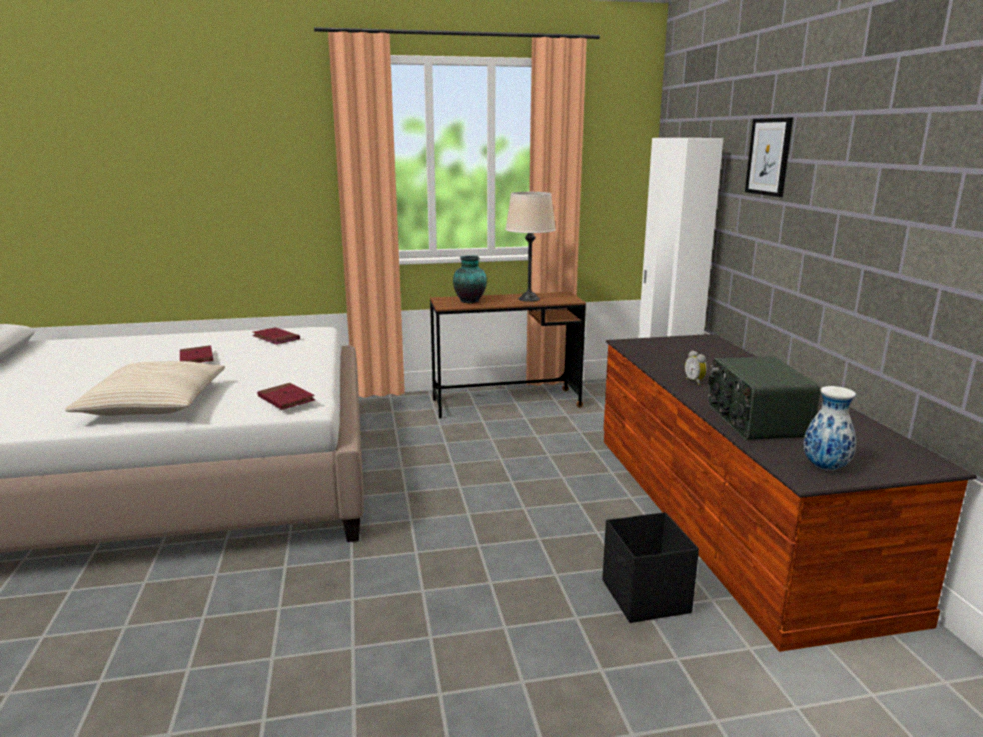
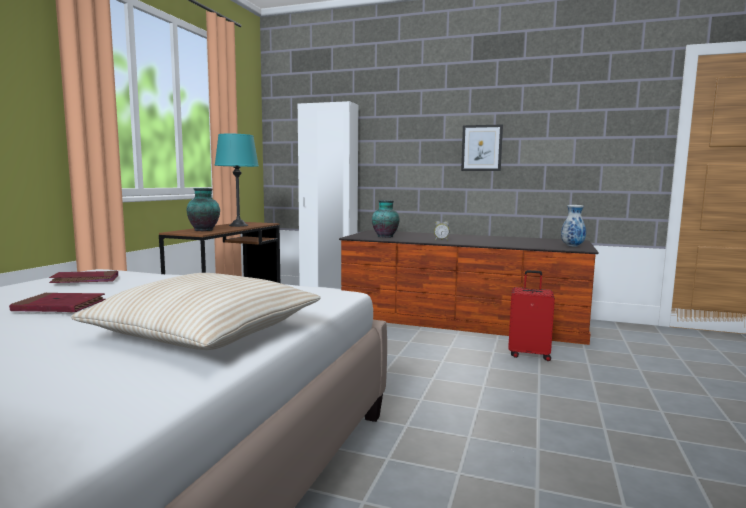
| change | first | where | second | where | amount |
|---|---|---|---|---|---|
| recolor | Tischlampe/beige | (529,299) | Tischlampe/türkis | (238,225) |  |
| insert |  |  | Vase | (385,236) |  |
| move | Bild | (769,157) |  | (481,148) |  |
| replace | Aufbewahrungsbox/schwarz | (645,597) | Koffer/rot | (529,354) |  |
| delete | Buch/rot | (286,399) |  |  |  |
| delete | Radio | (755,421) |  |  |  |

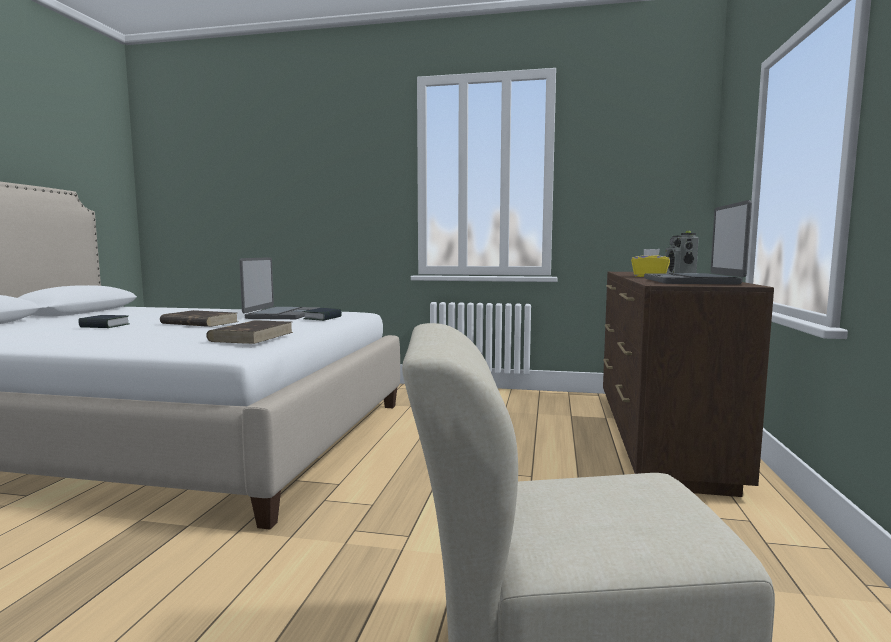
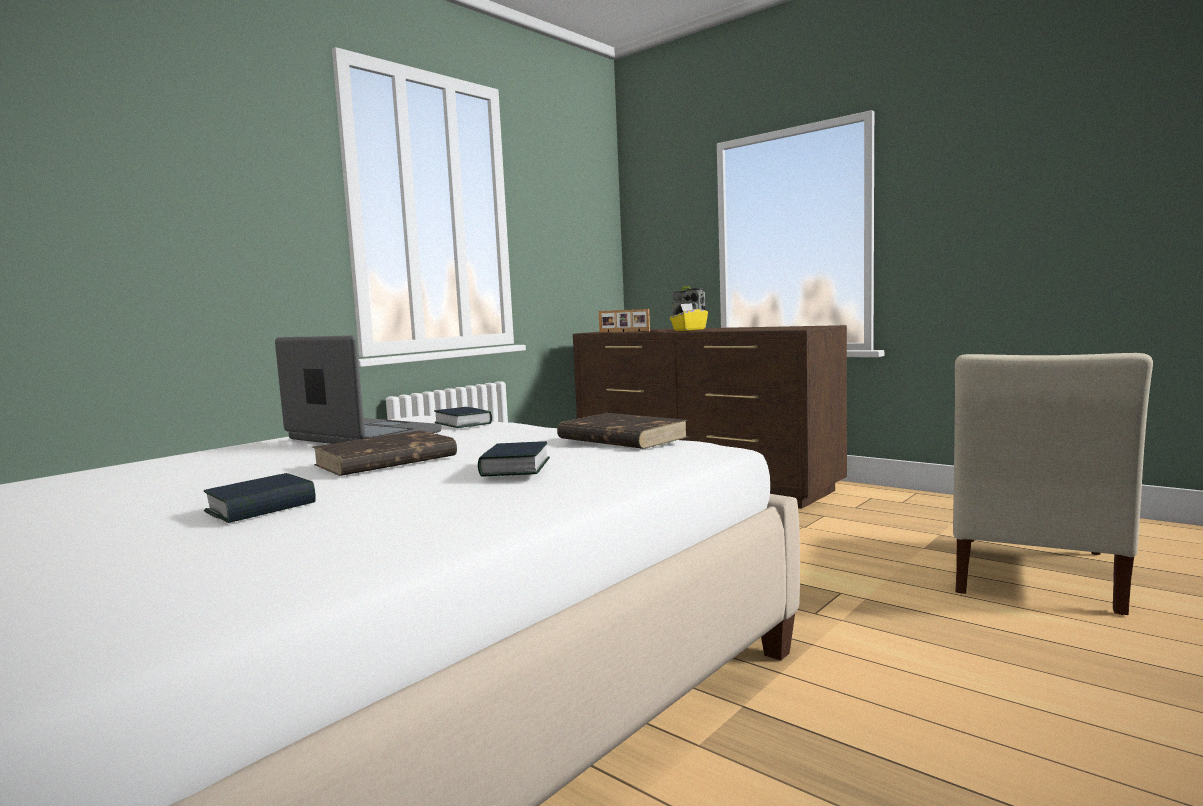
| change | first | where | second | where | amount |
|---|---|---|---|---|---|
| insert |  |  | Buch | (515,468) |  |
| insert |  |  | Bilderrahmen | (623,331) |  |
| delete | Laptop | (691,281) |  |  |  |

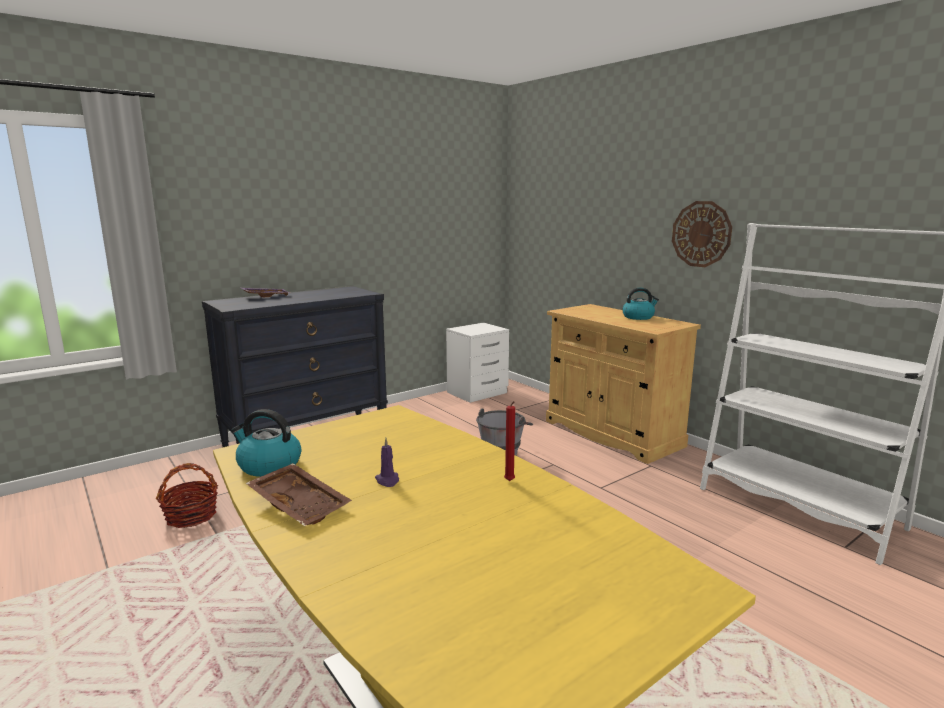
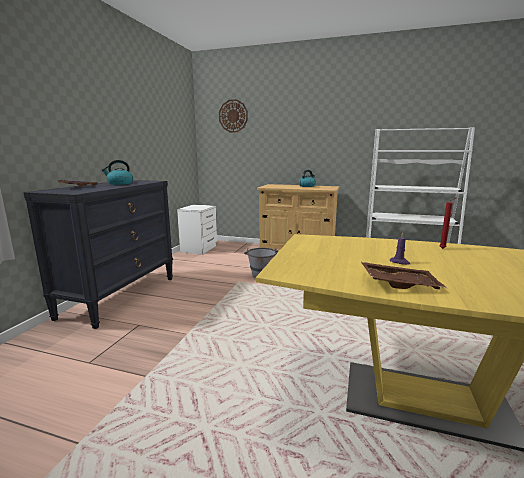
| change | first | where | second | where | amount |
|---|---|---|---|---|---|
| move | Wasserkessel | (268,465) |  | (120,183) |  |
| move | Wanduhr | (701,234) |  | (233,116) |  |
| delete | Korb | (191,516) |  |  |  |

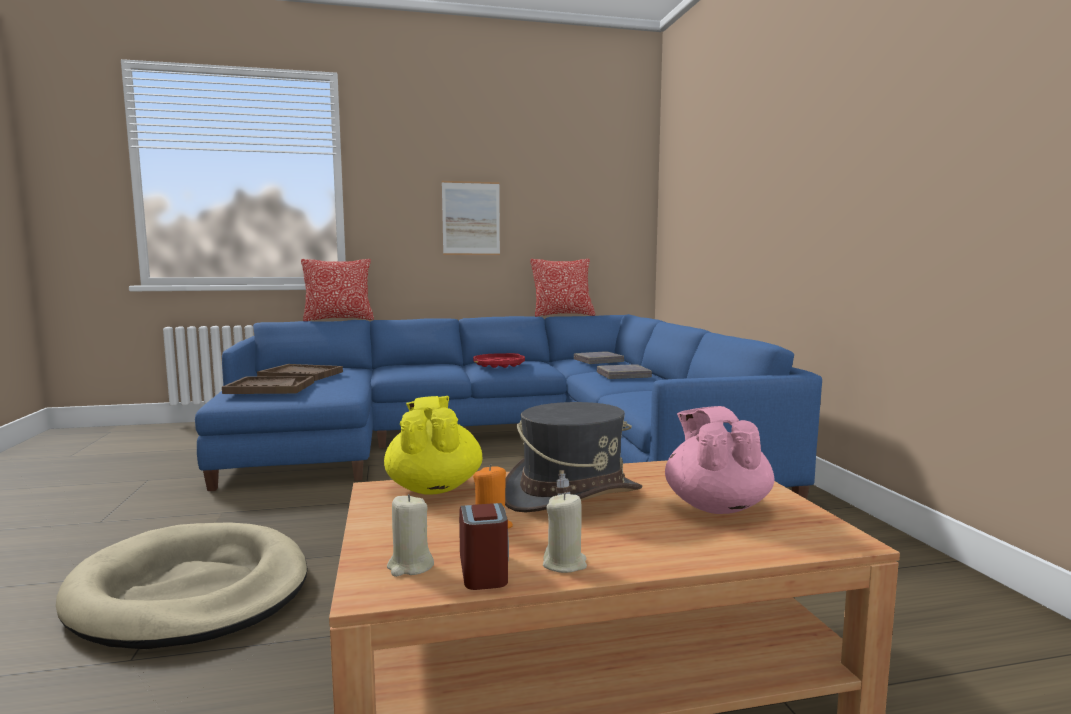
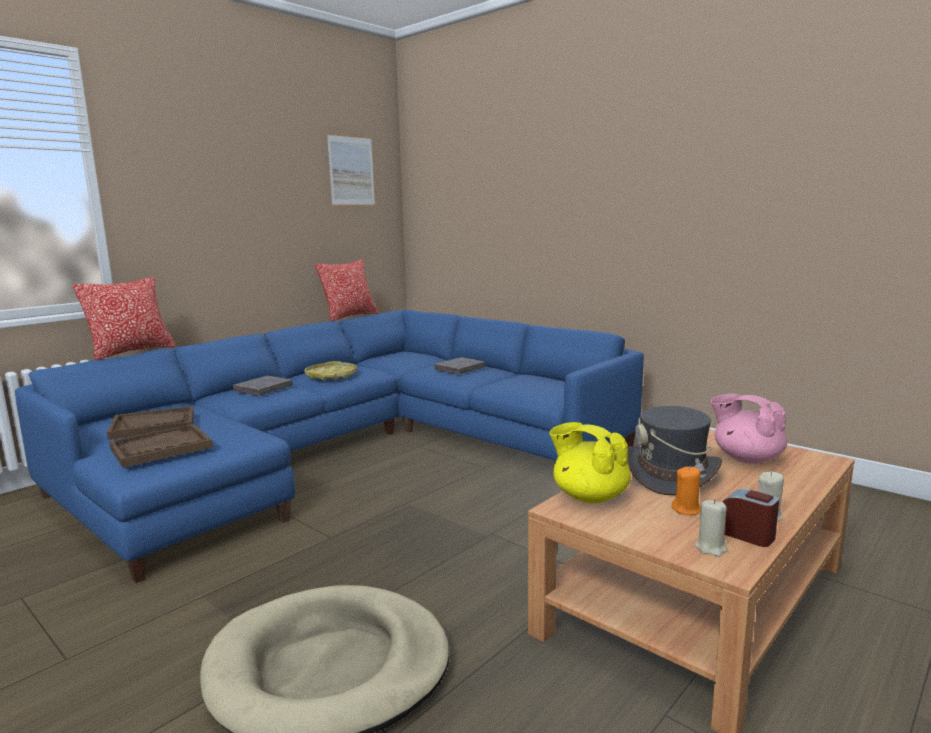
| change | first | where | second | where | amount |
|---|---|---|---|---|---|
| move | Buch/grau | (598,361) |  | (263,389) |  |
| recolor | Tablett/rot | (499,365) | Tablett/gelb | (331,375) |  |
| move | Bild | (471,218) |  | (351,171) |  |

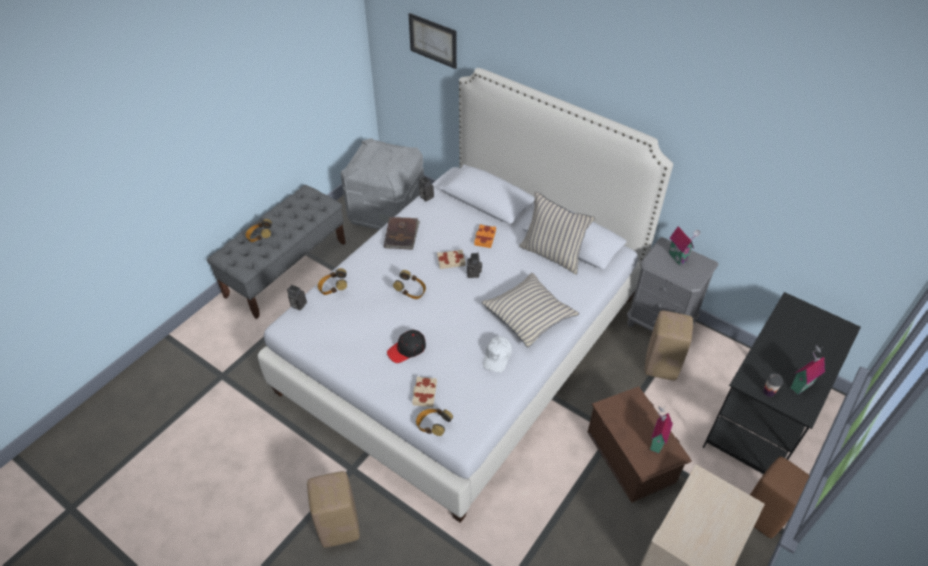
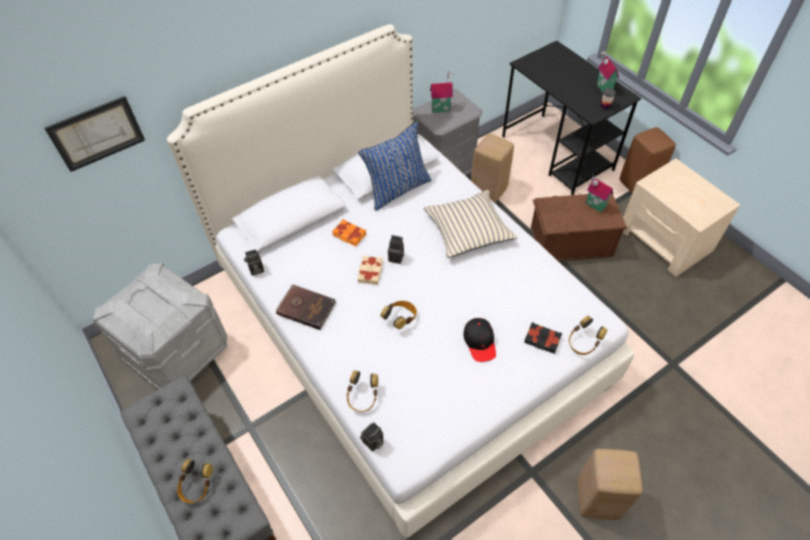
| change | first | where | second | where | amount |
|---|---|---|---|---|---|
| recolor | Kissen/beige | (553,254) | Kissen/blau | (397,189) |  |
| recolor | Buch/beige | (424,393) | Buch/schwarz | (542,340) |  |
| delete | Kappe/weiß | (497,357) |  |  |  |

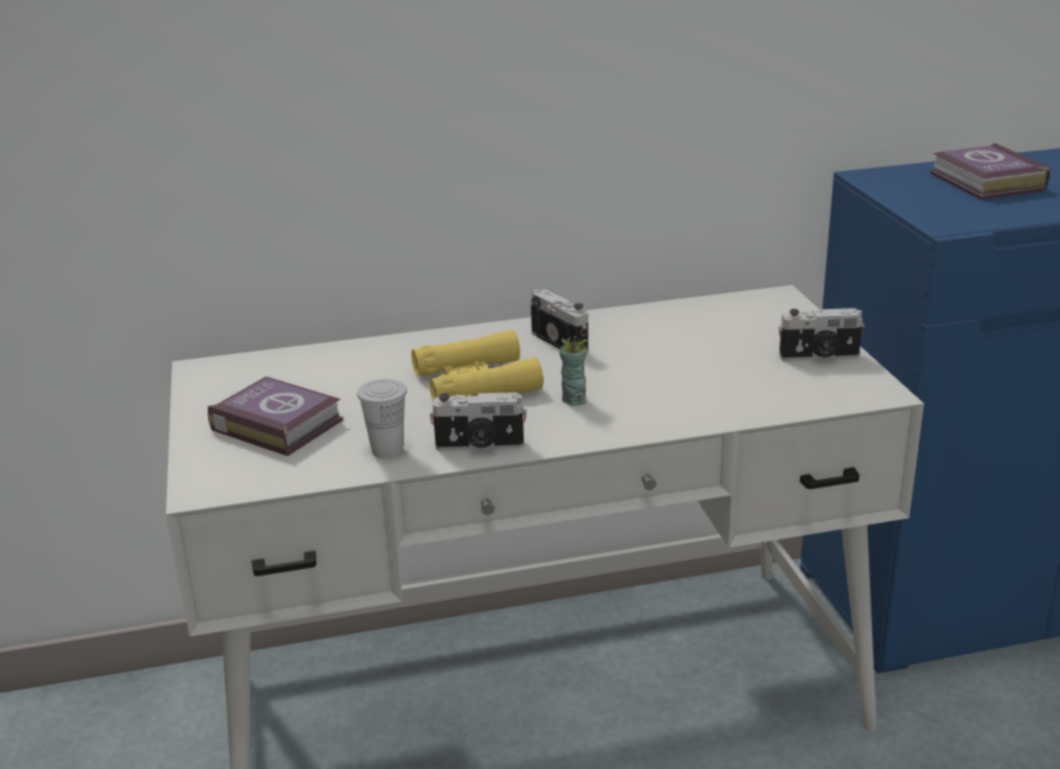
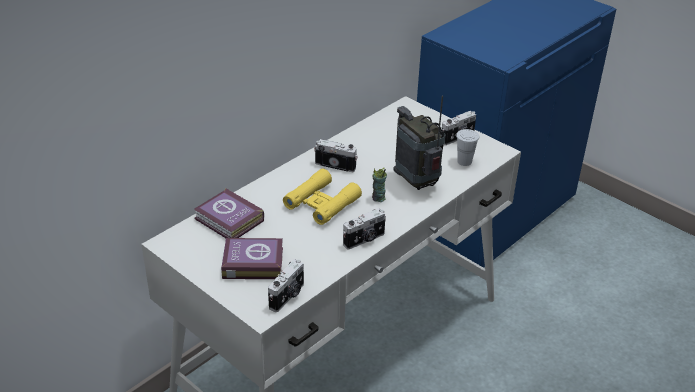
| change | first | where | second | where | amount |
|---|---|---|---|---|---|
| move | Buch | (986,183) |  | (229,221) |  |
| insert |  |  | Kamera | (288,296) |  |
| insert |  |  | Radio | (417,182) |  |
| move | Tasse/weiß | (387,450) |  | (464,161) |  |

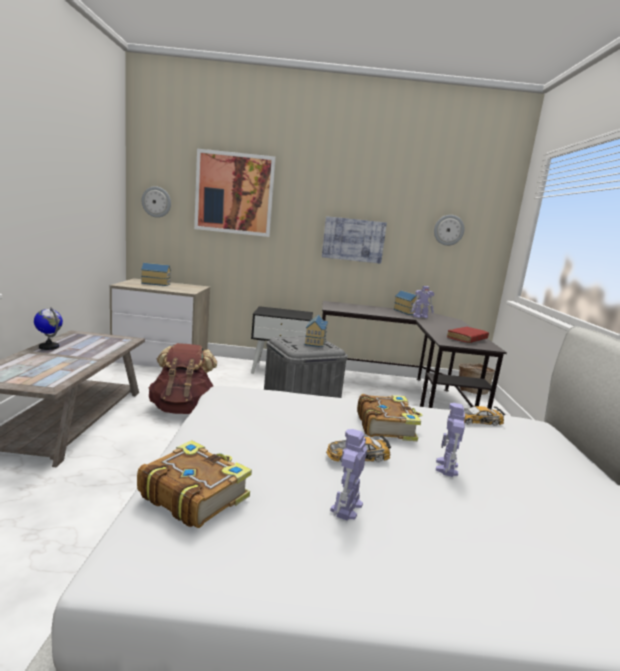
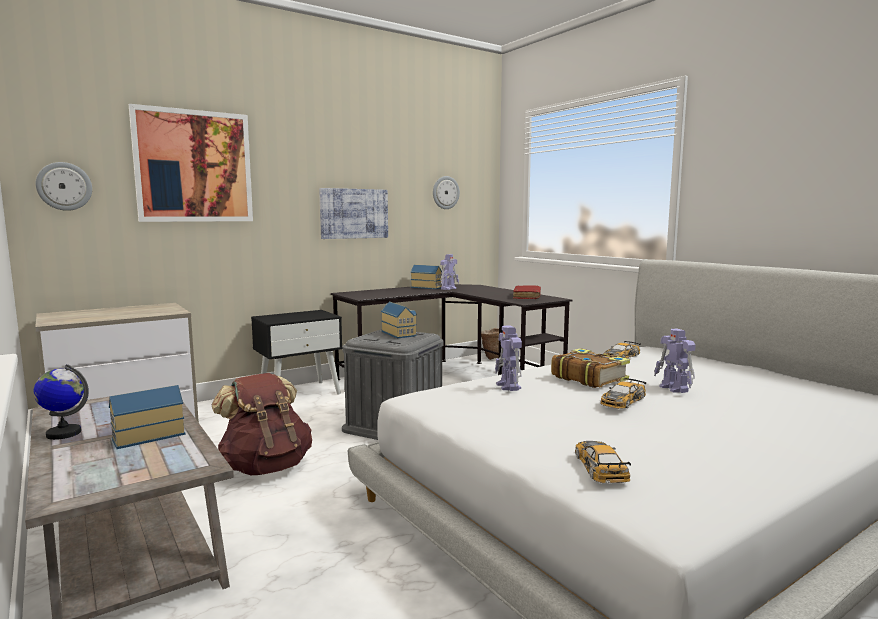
| change | first | where | second | where | amount |
|---|---|---|---|---|---|
| move | Spielzeughaus | (156,283) |  | (147,436) |  |
| move | Spielzeugroboter | (346,508) |  | (508,386) |  |
| replace | Buch | (194,494) | Spielzeugauto | (600,467) |  |

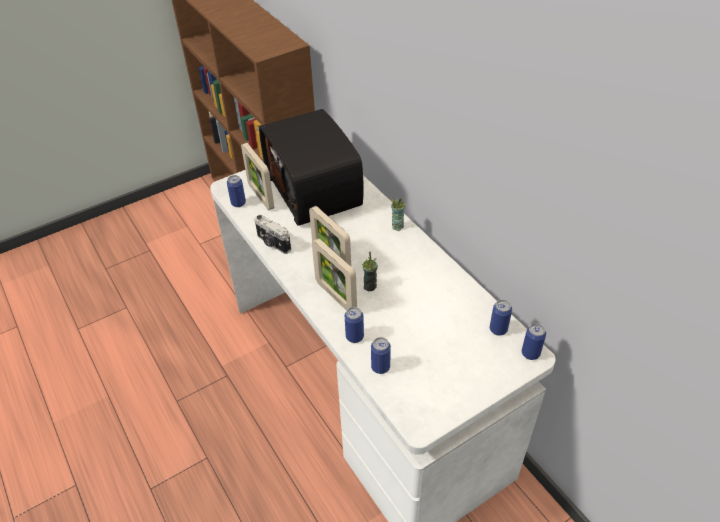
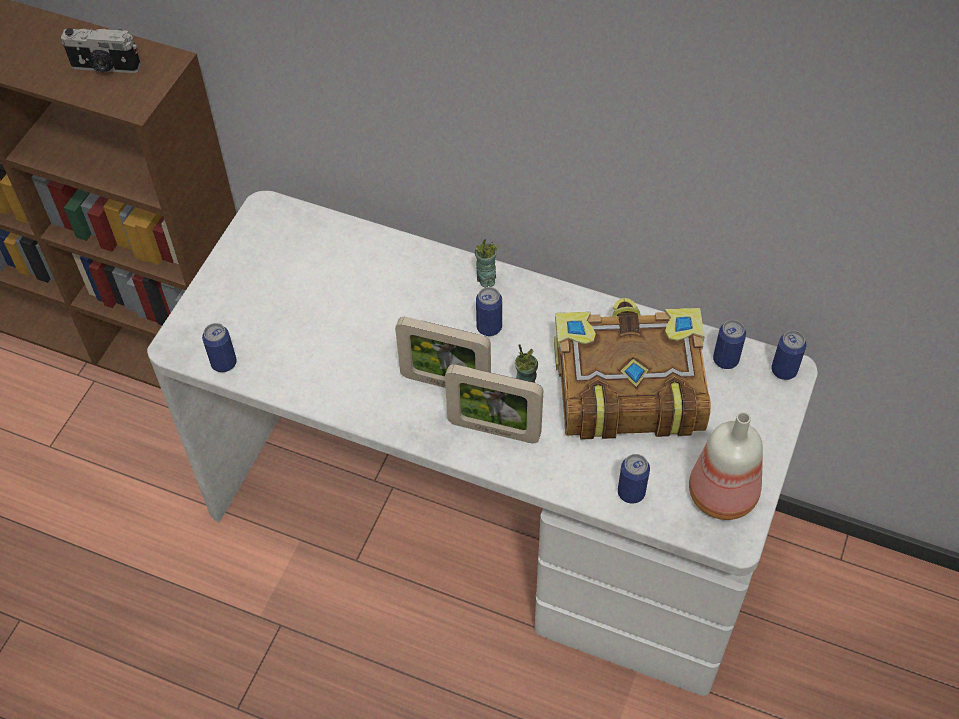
| change | first | where | second | where | amount |
|---|---|---|---|---|---|
| move | Kamera | (273,243) |  | (105,67) |  |
| move | Dose | (354,337) |  | (489,327) |  |
| insert |  |  | Buch | (626,386) |  |
| insert |  |  | Flasche | (724,493) |  |
| delete | Bilderrahmen | (261,196) |  |  |  |
| delete | Radio | (315,190) |  |  |  |

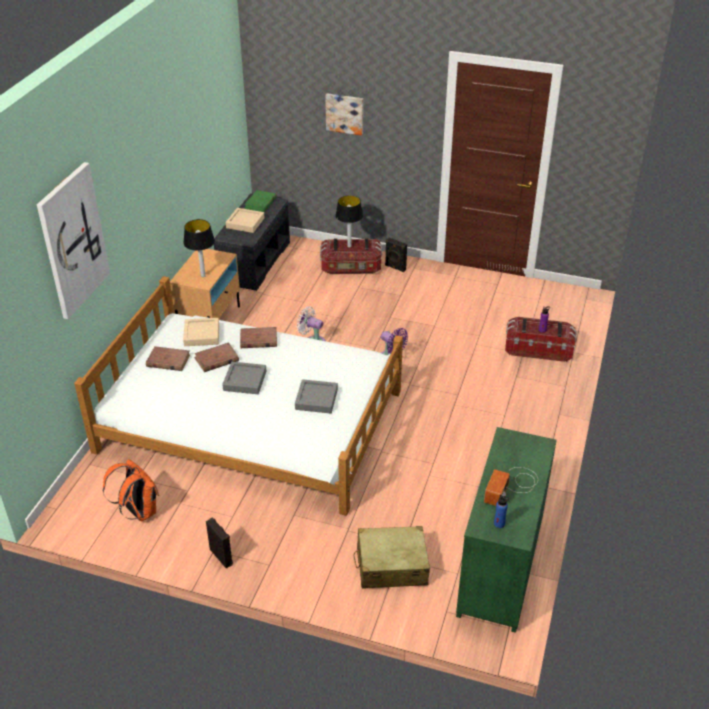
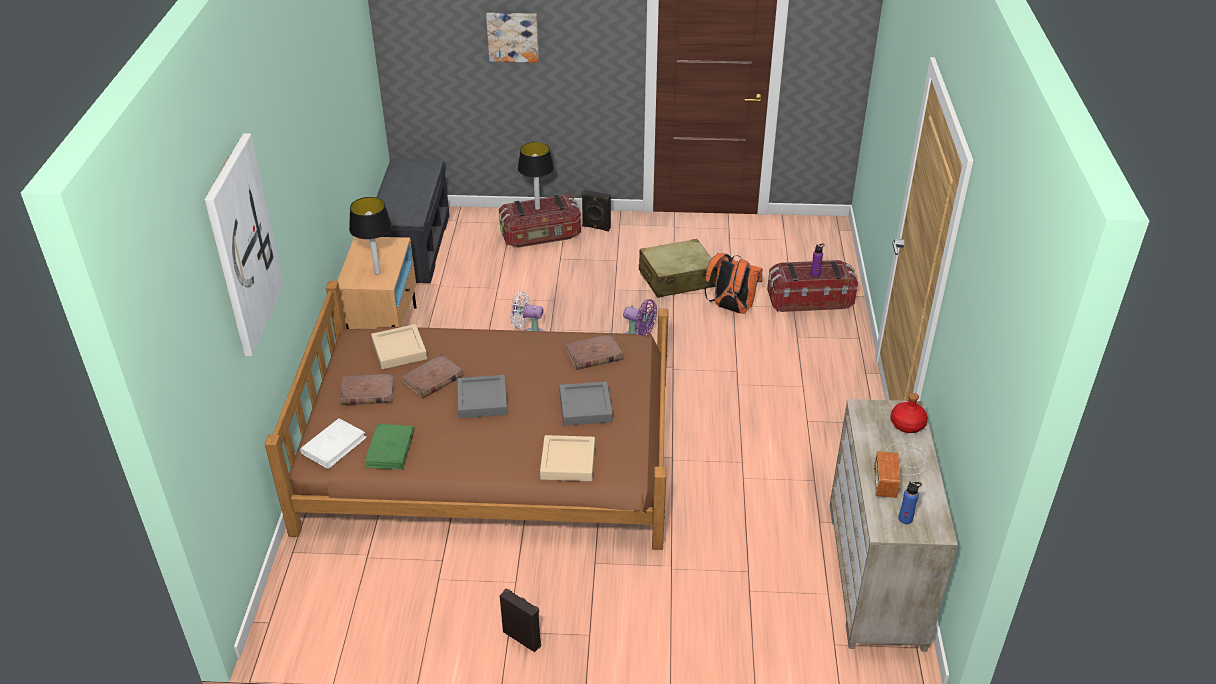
| change | first | where | second | where | amount |
|---|---|---|---|---|---|
| recolor | Bett/weiß | (252,420) | Bett/braun | (492,451) |  |
| insert |  |  | Buch/weiß | (334,445) |  |
| move | Buch/grün | (260,203) |  | (390,449) |  |
| move | Tablett/beige | (245,223) |  | (568,462) |  |
| move | Buch/braun | (258,340) |  | (593,355) |  |
| move | Koffer/beige | (391,566) |  | (676,279) |  |
| move | Rucksack/orange | (138,512) |  | (730,308) |  |
| recolor | Kommode/grün | (501,567) | Kommode/beige | (877,574) |  |
| insert |  |  | Flasche/rot | (907,424) |  |

